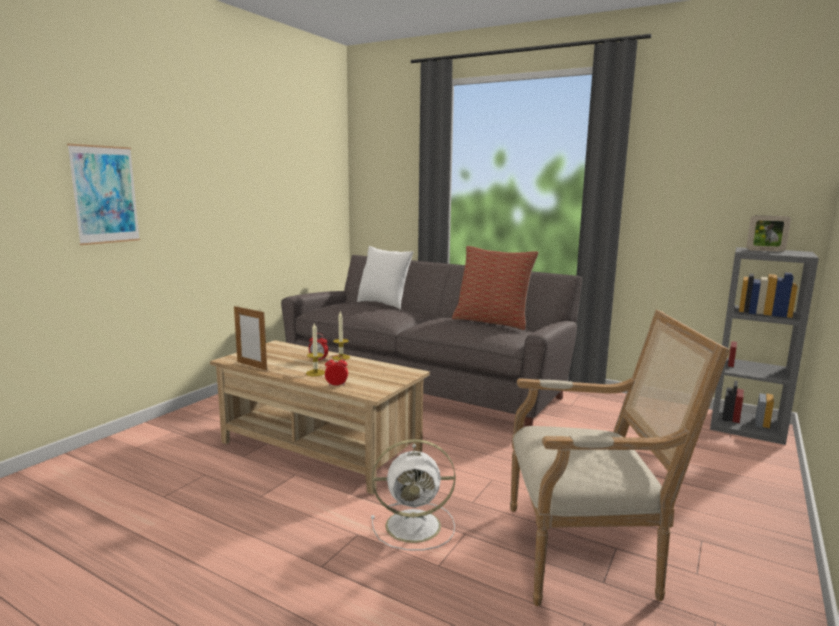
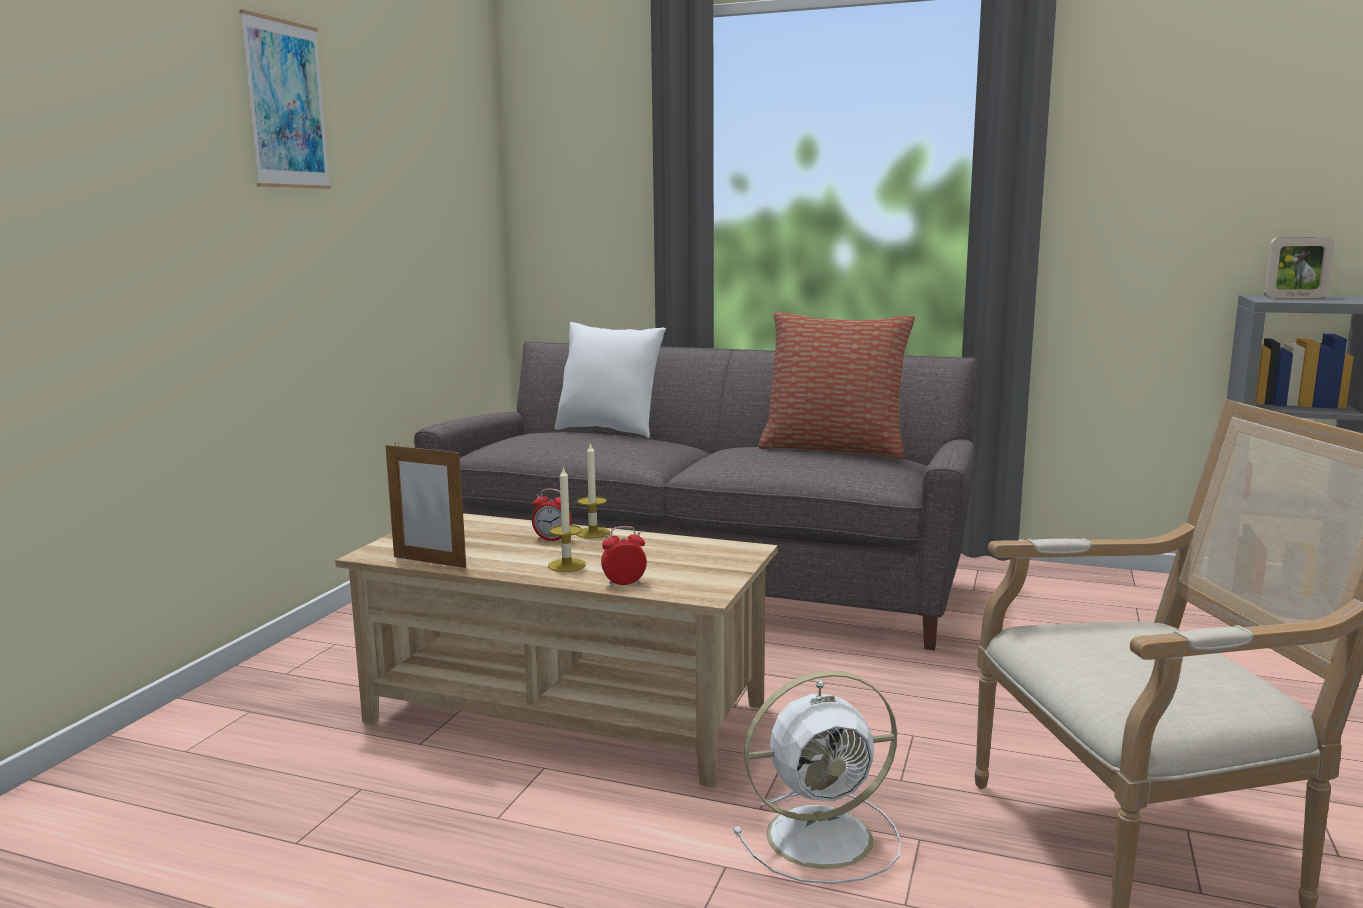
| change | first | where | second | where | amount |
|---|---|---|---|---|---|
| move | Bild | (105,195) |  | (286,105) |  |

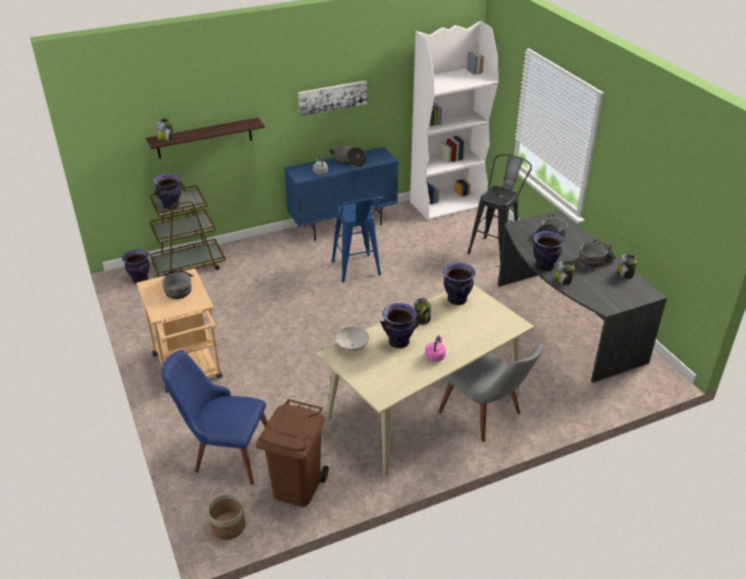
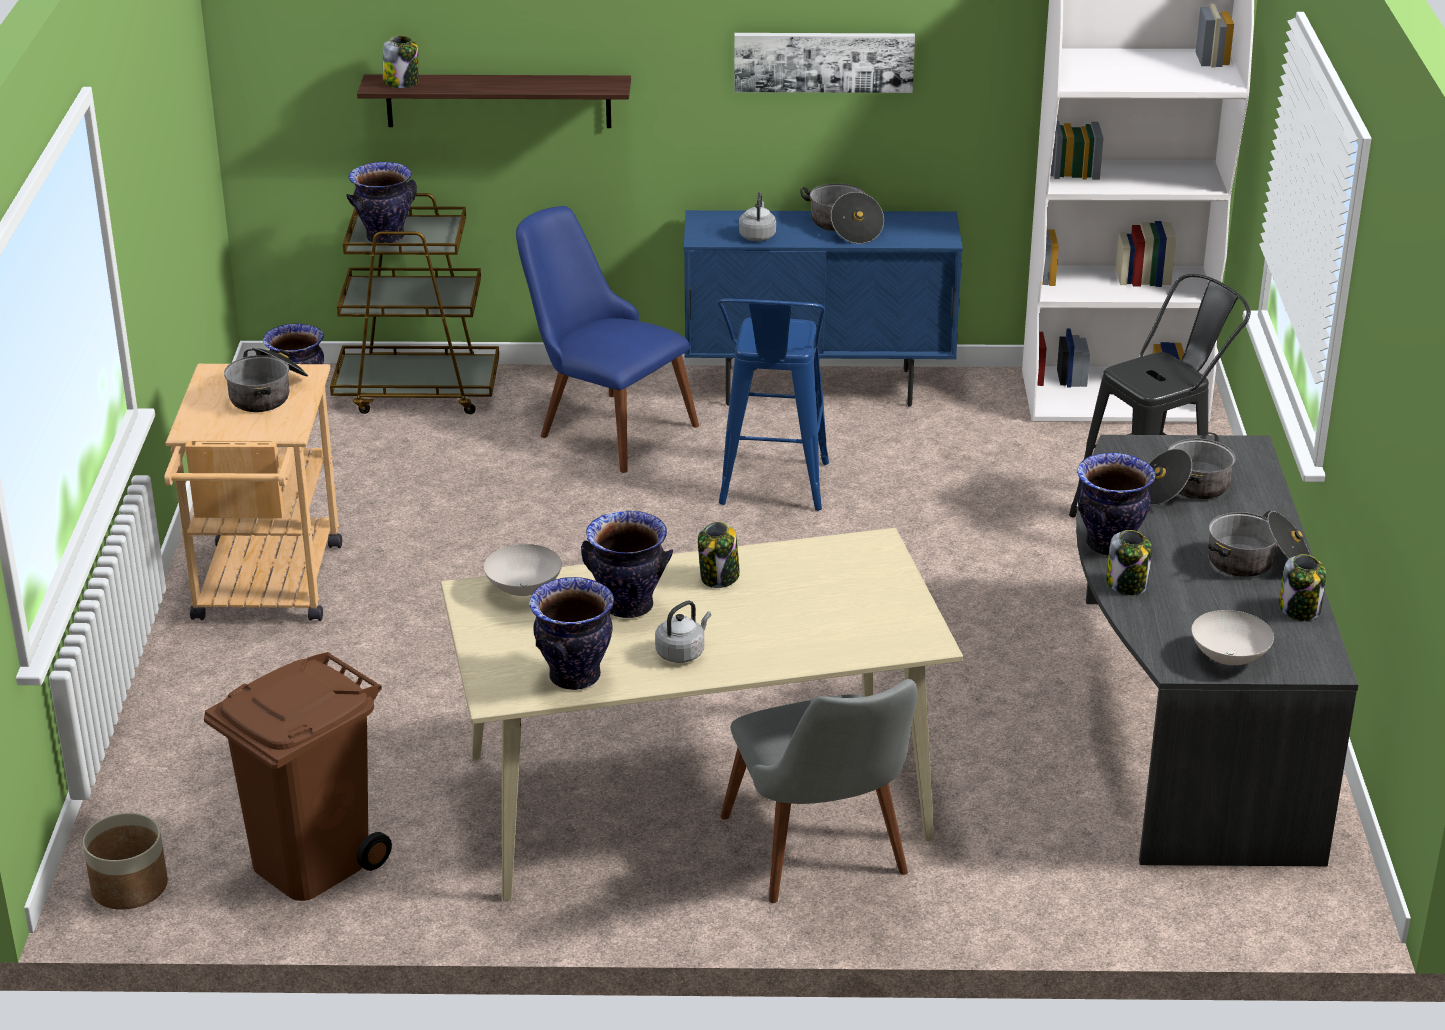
| change | first | where | second | where | amount |
|---|---|---|---|---|---|
| move | Stuhl/blau | (224,453) |  | (602,425) |  |
| move | Vase | (456,300) |  | (574,676) |  |
| recolor | Wasserkessel/rosa | (435,356) | Wasserkessel/grau | (682,653) |  |
| insert |  |  | Schüssel/weiß | (1230,657) |  |

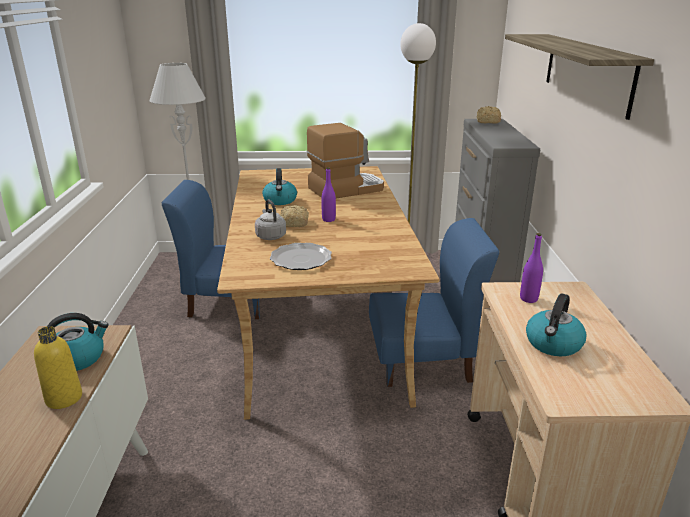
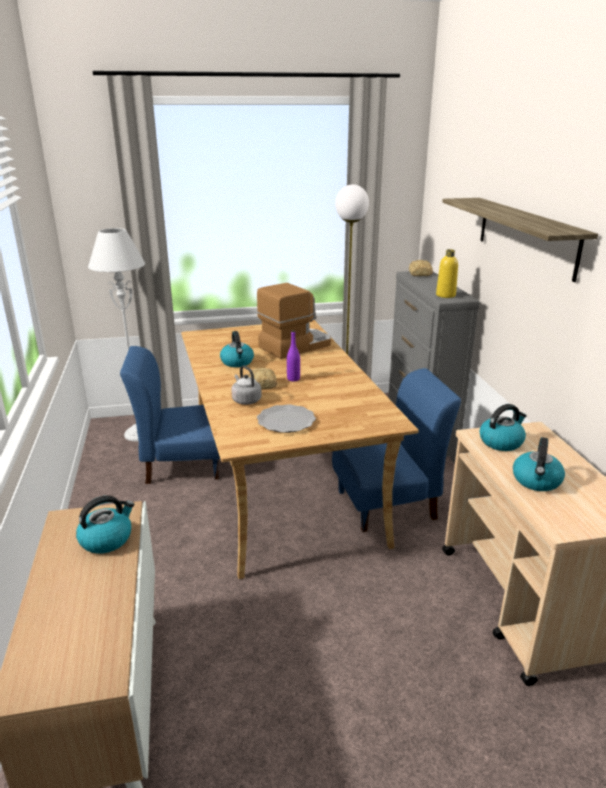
| change | first | where | second | where | amount |
|---|---|---|---|---|---|
| move | Flasche/gelb | (64,398) |  | (445,295) |  |
| replace | Flasche/lila | (528,299) | Wasserkessel | (501,442) |  |

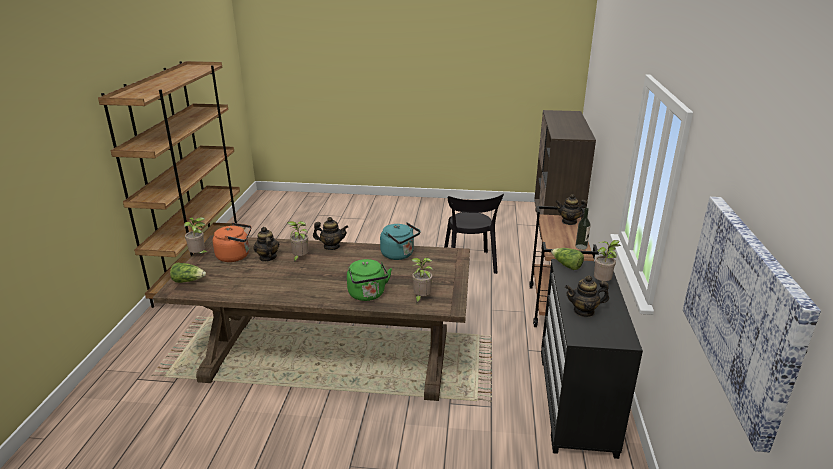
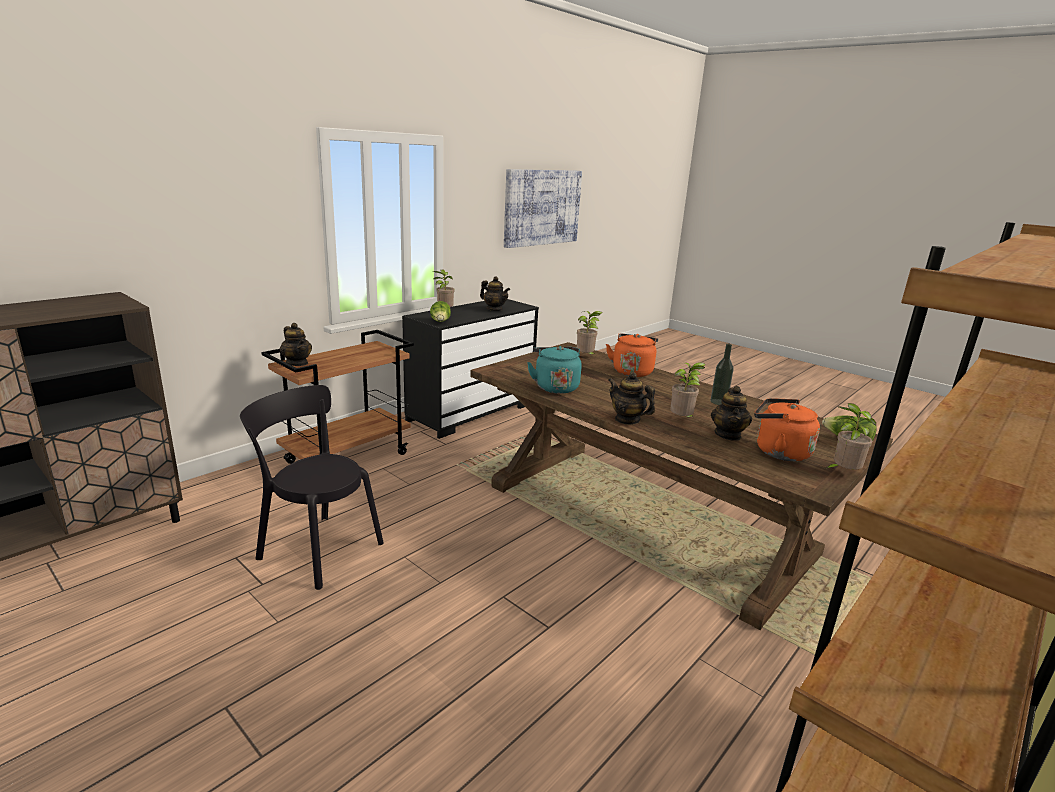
| change | first | where | second | where | amount |
|---|---|---|---|---|---|
| rotate | Stuhl/schwarz | (469,265) |  | (317,548) | 90 degrees counterclockwise |
| recolor | Wasserkessel/grün | (368,295) | Wasserkessel/orange | (632,371) |  |
| move | Flasche | (581,247) |  | (718,402) |  |

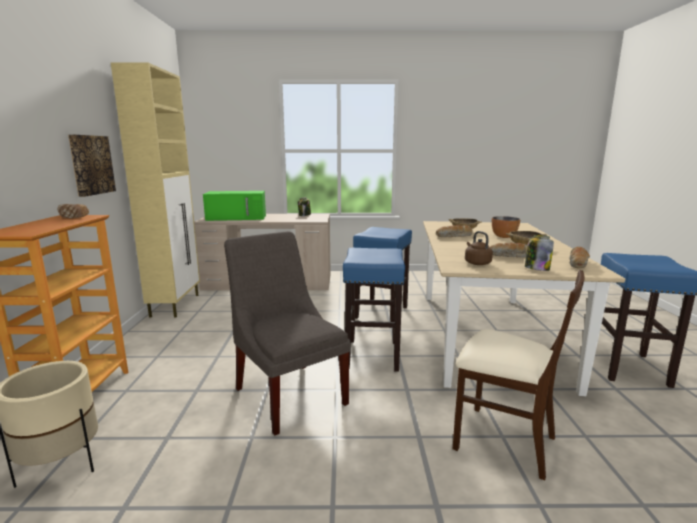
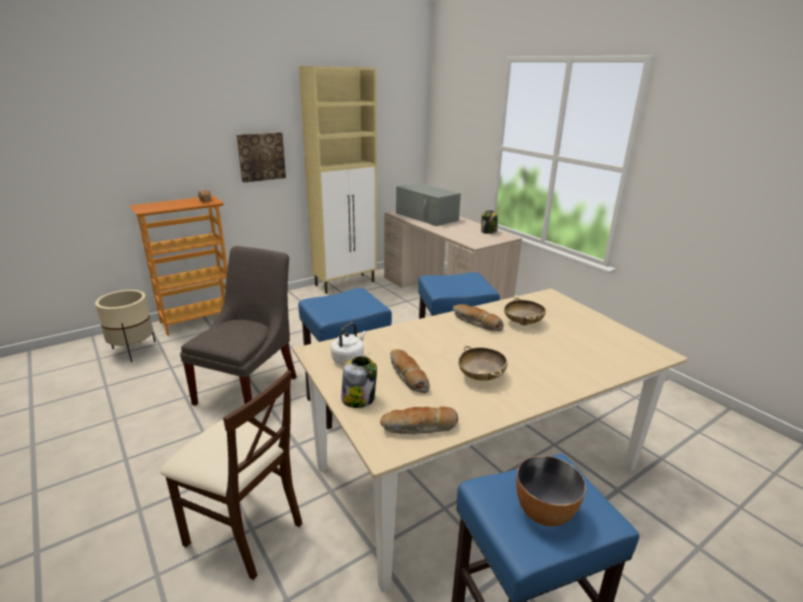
| change | first | where | second | where | amount |
|---|---|---|---|---|---|
| rotate | Stuhl/beige | (503,440) |  | (244,531) | 60 degrees counterclockwise |
| recolor | Wasserkessel/braun | (476,263) | Wasserkessel/weiß | (349,358) |  |
| recolor | Mikrowelle/grün | (237,217) | Mikrowelle/grau | (427,217) |  |
| move | Schüssel | (504,237) |  | (543,512) |  |

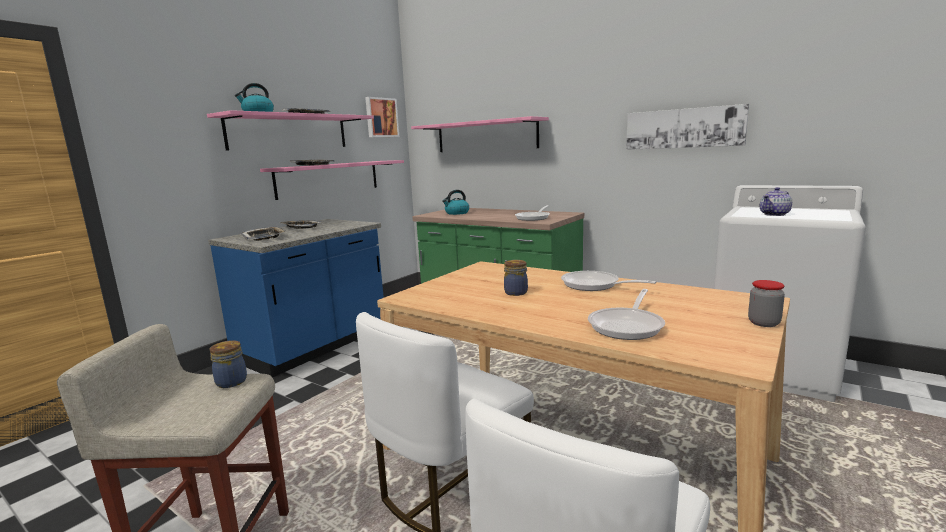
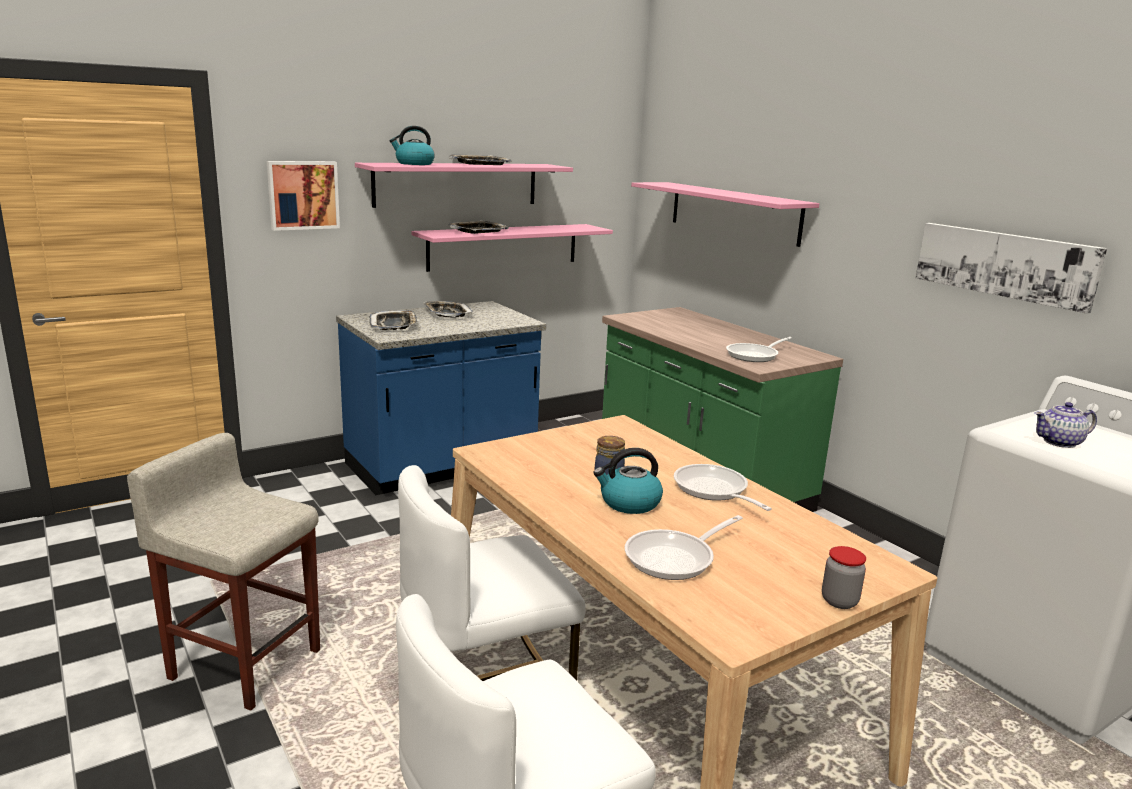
| change | first | where | second | where | amount |
|---|---|---|---|---|---|
| move | Bild | (381,117) |  | (303,195) |  |
| move | Wasserkessel | (456,213) |  | (629,503) |  |
| delete | Vorratsglas | (232,381) |  |  |  |

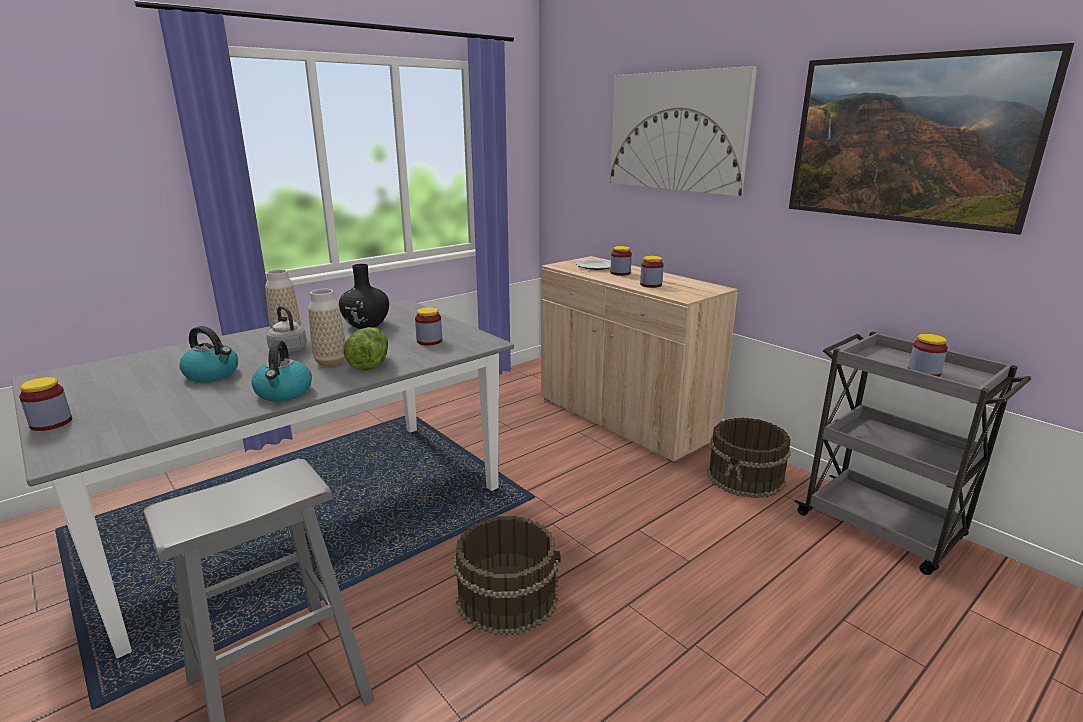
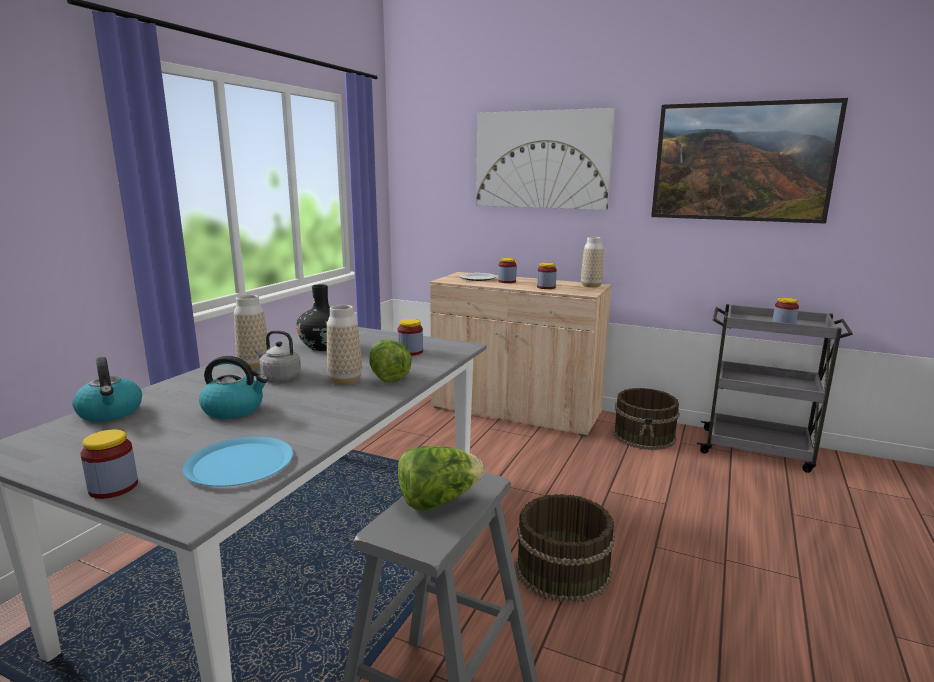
| change | first | where | second | where | amount |
|---|---|---|---|---|---|
| move | Wasserkessel | (284,392) |  | (111,412) |  |
| insert |  |  | Teller/blau | (240,463) |  |
| insert |  |  | Salatkopf | (438,500) |  |
| insert |  |  | Vase | (591,286) |  |

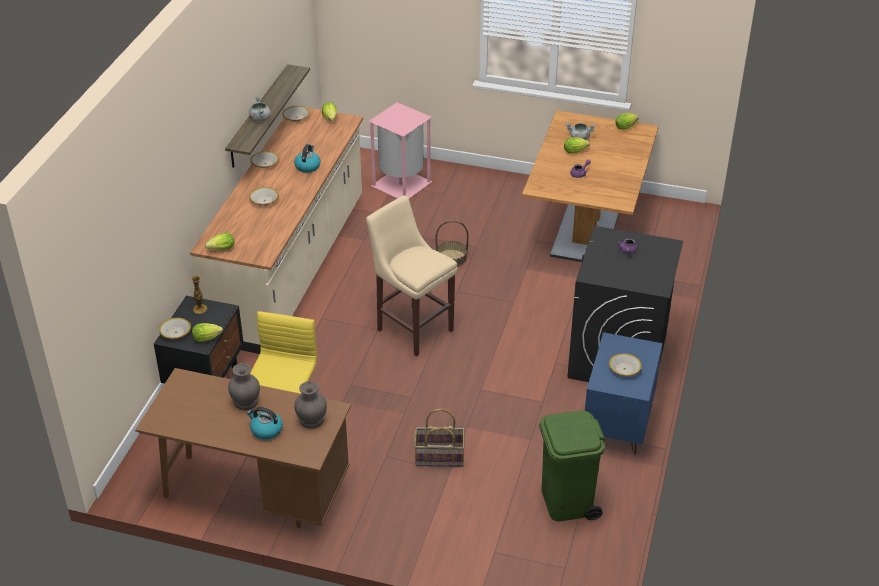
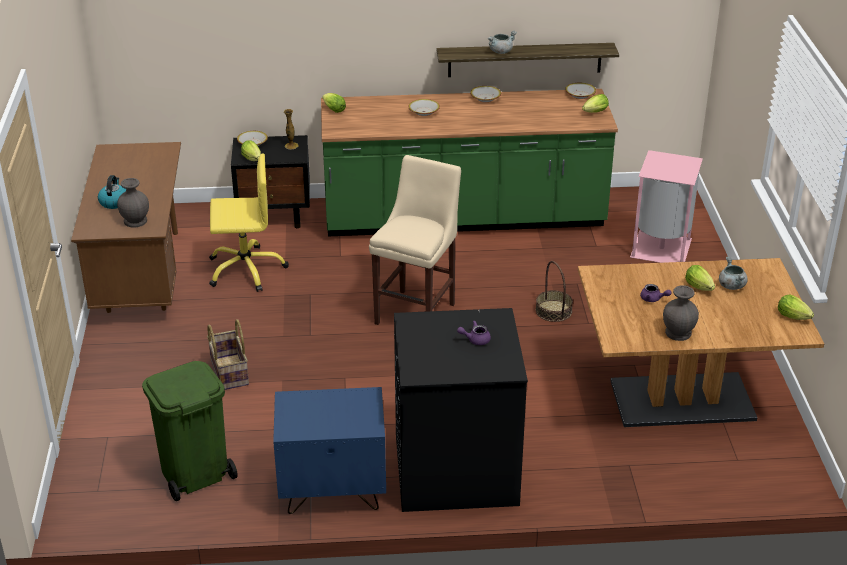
| change | first | where | second | where | amount |
|---|---|---|---|---|---|
| recolor | Küchenzeile/beige | (290,268) | Küchenzeile/grün | (464,217) |  |
| move | Vase/grau | (245,401) |  | (678,332) |  |
| delete | Wasserkessel | (307,166) |  |  |  |
| delete | Schüssel | (624,369) |  |  |  |

